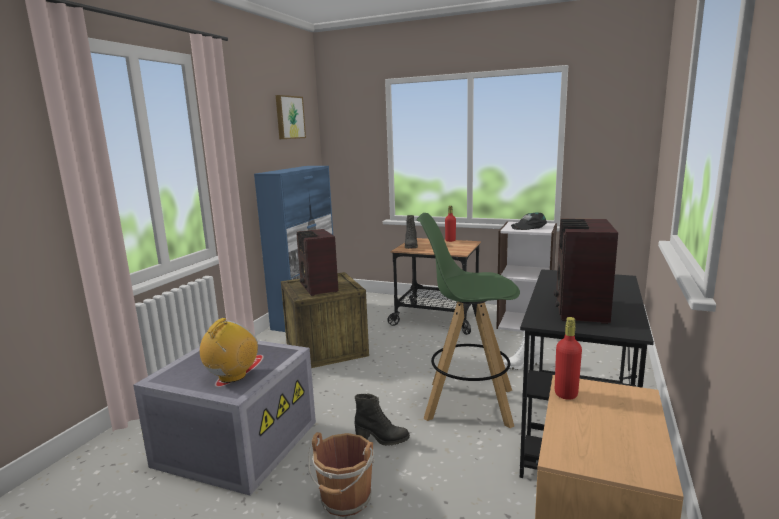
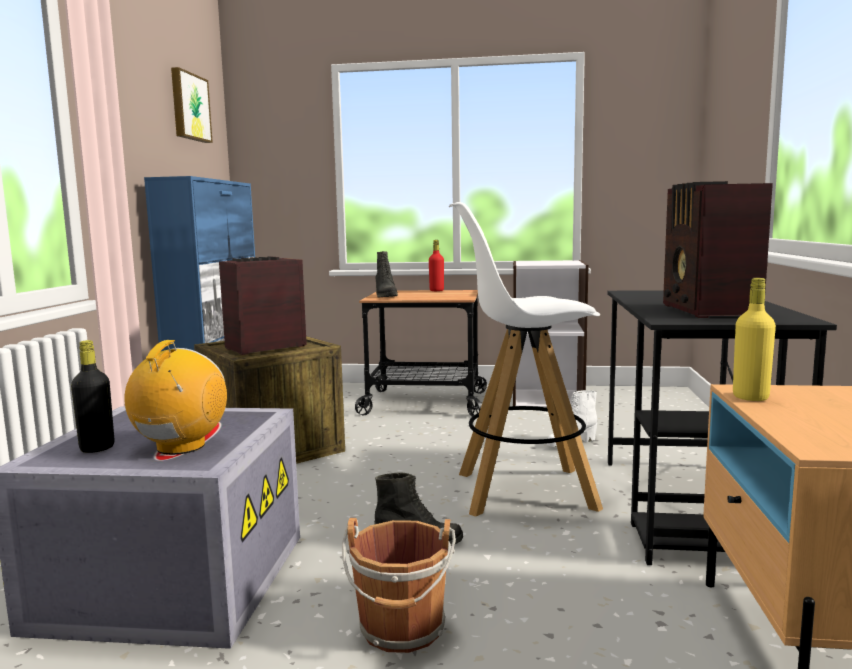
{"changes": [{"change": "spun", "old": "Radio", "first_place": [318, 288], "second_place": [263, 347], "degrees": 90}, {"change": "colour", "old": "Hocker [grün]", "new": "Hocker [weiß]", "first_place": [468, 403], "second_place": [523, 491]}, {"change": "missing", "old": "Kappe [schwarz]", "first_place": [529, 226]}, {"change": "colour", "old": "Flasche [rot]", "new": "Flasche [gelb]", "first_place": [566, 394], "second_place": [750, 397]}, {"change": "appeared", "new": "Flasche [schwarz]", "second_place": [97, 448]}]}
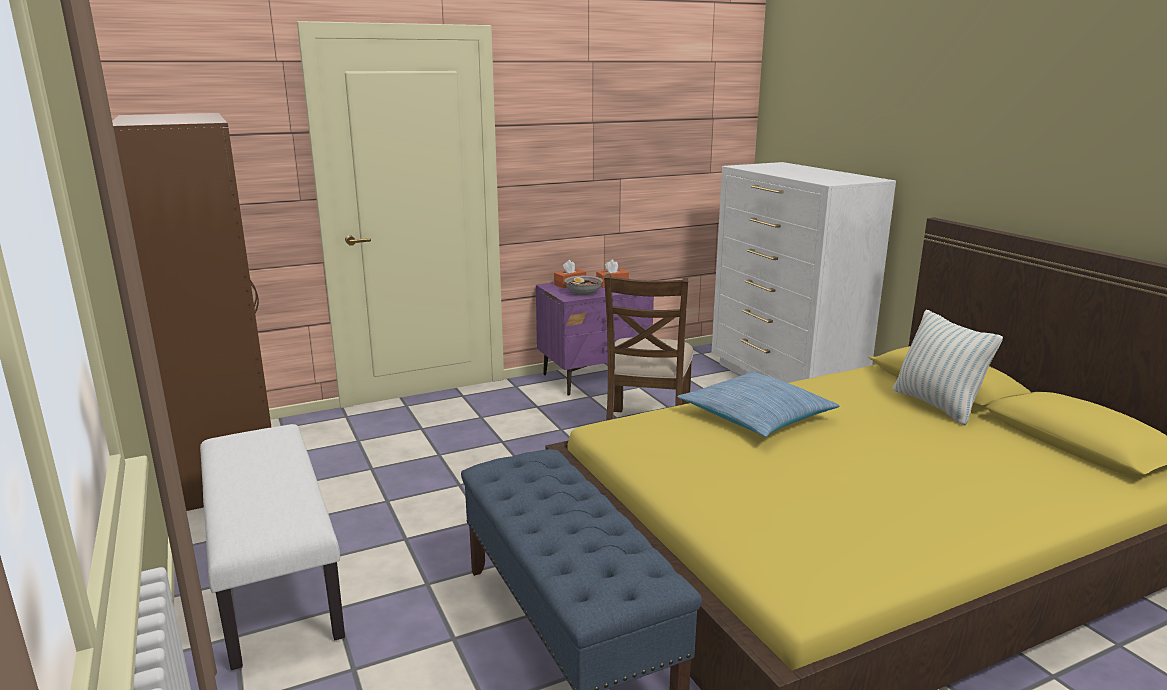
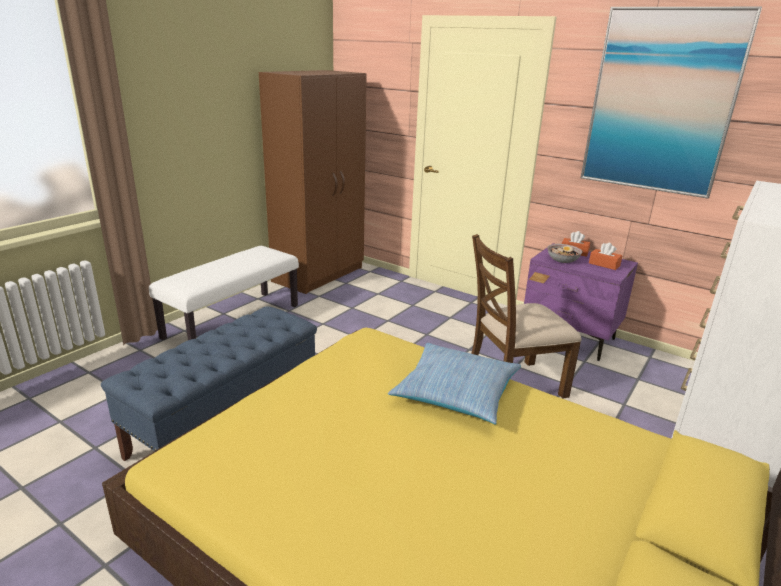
{"changes": [{"change": "missing", "old": "Kissen", "first_place": [936, 405]}, {"change": "appeared", "new": "Bild", "second_place": [661, 102]}]}
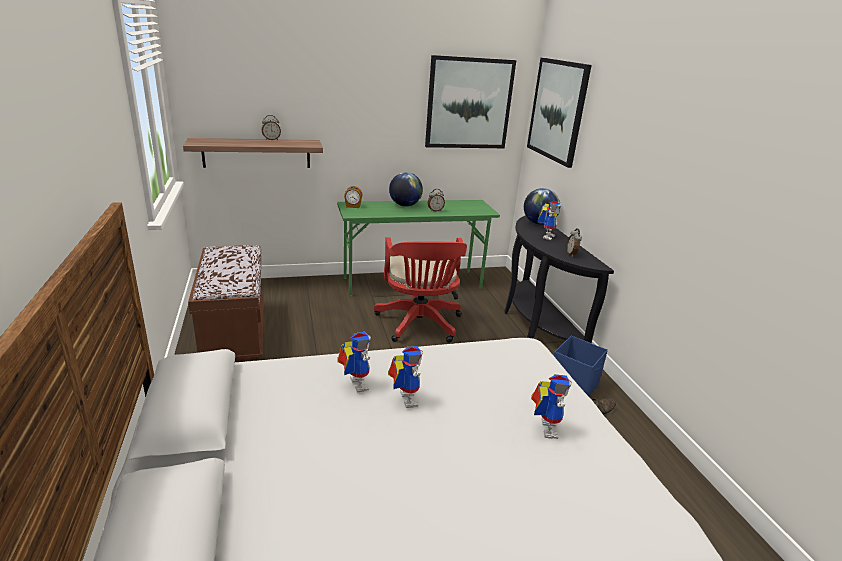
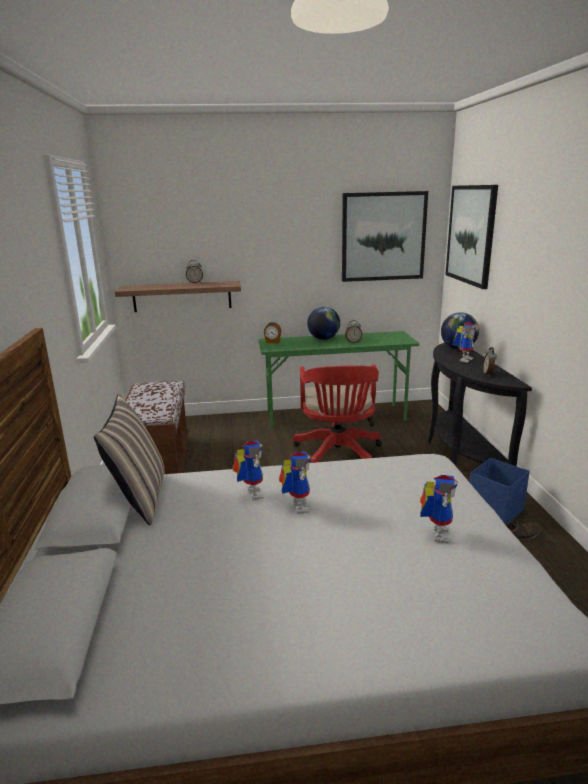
{"changes": [{"change": "appeared", "new": "Kissen", "second_place": [139, 498]}]}
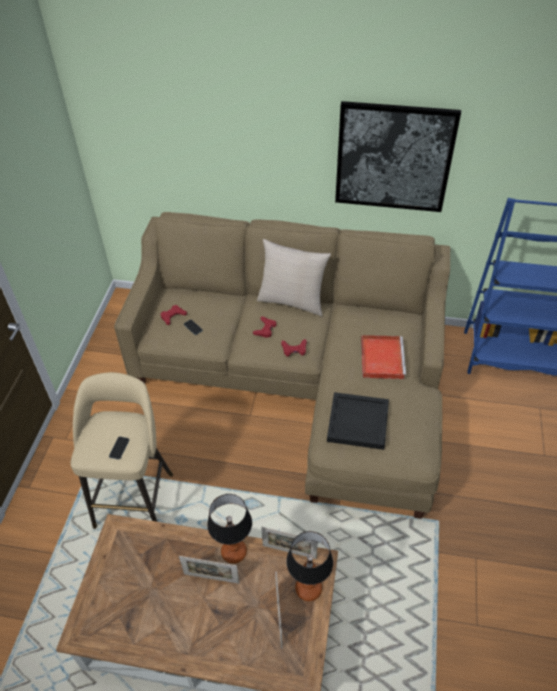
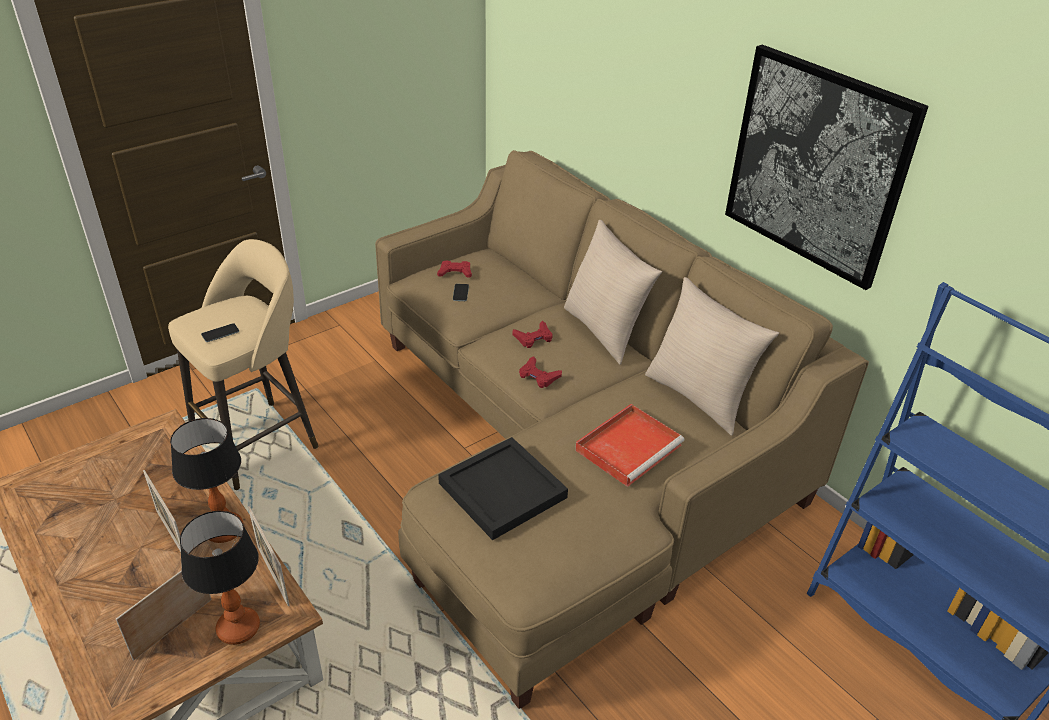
{"changes": [{"change": "appeared", "new": "Kissen [beige]", "second_place": [699, 397]}]}
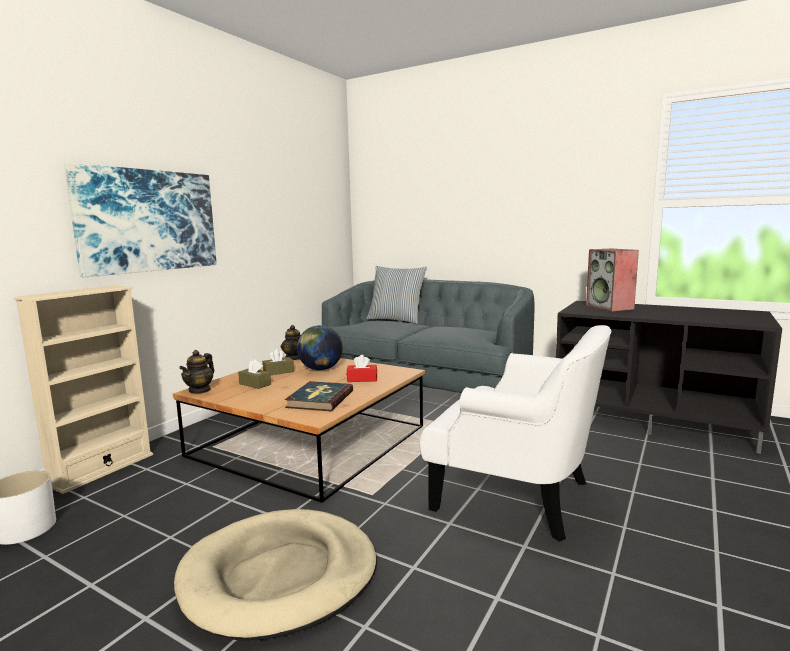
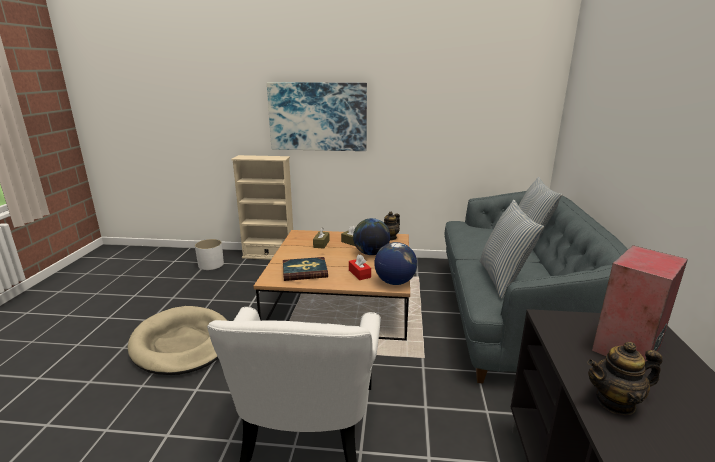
{"changes": [{"change": "relocated", "old": "Teekanne", "first_place": [200, 390], "second_place": [615, 402]}, {"change": "appeared", "new": "Globus", "second_place": [394, 282]}, {"change": "appeared", "new": "Kissen", "second_place": [503, 279]}]}
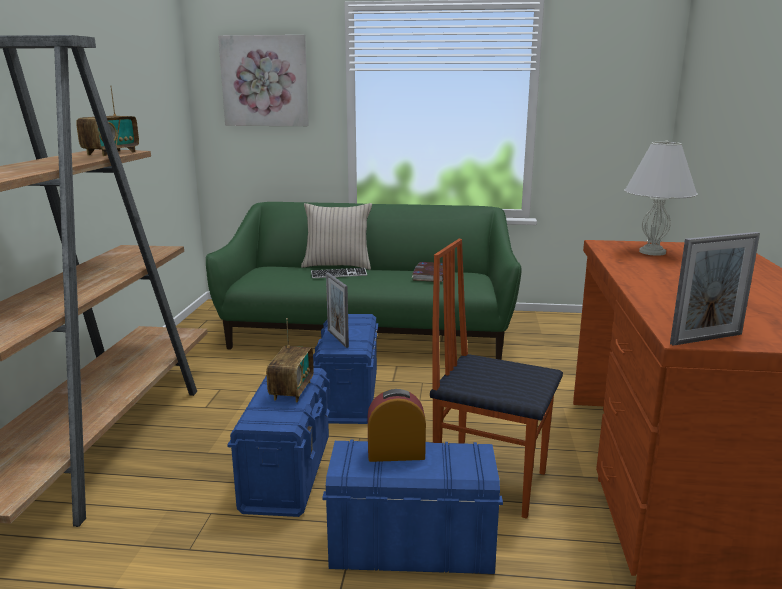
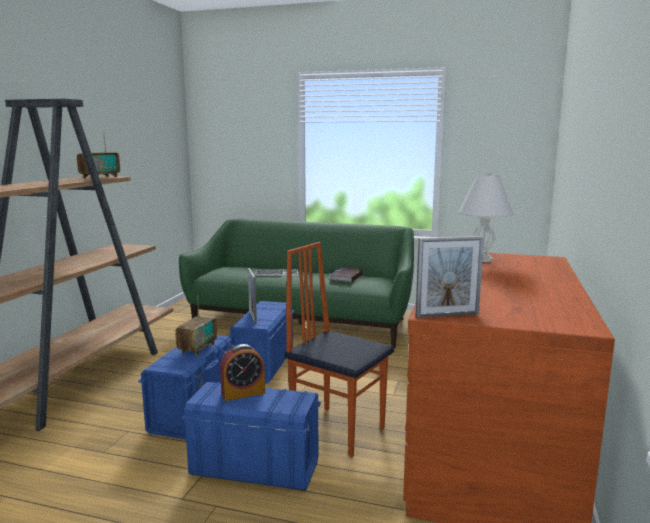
{"changes": [{"change": "missing", "old": "Bild", "first_place": [265, 81]}, {"change": "missing", "old": "Kissen [beige]", "first_place": [337, 266]}, {"change": "spun", "old": "Wecker", "first_place": [396, 454], "second_place": [243, 393], "degrees": 150}]}
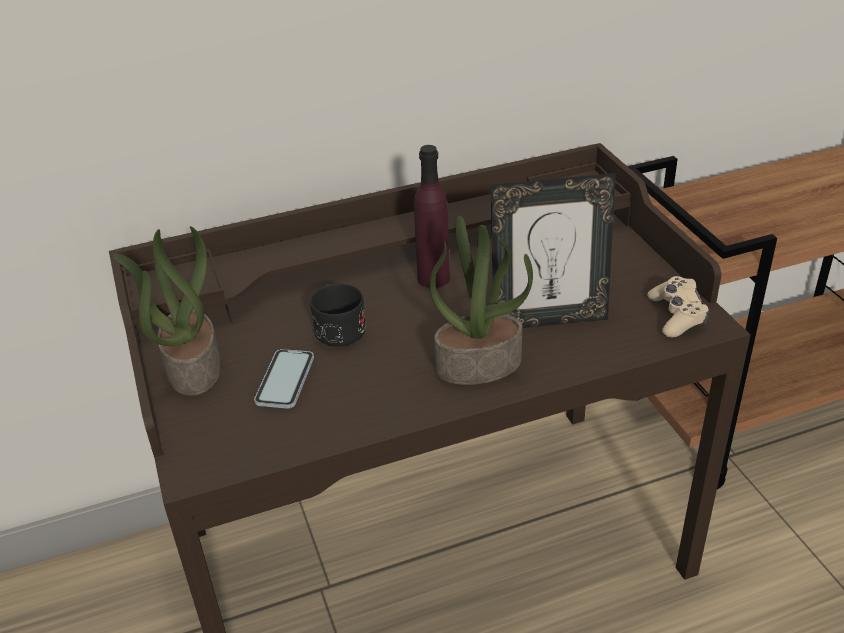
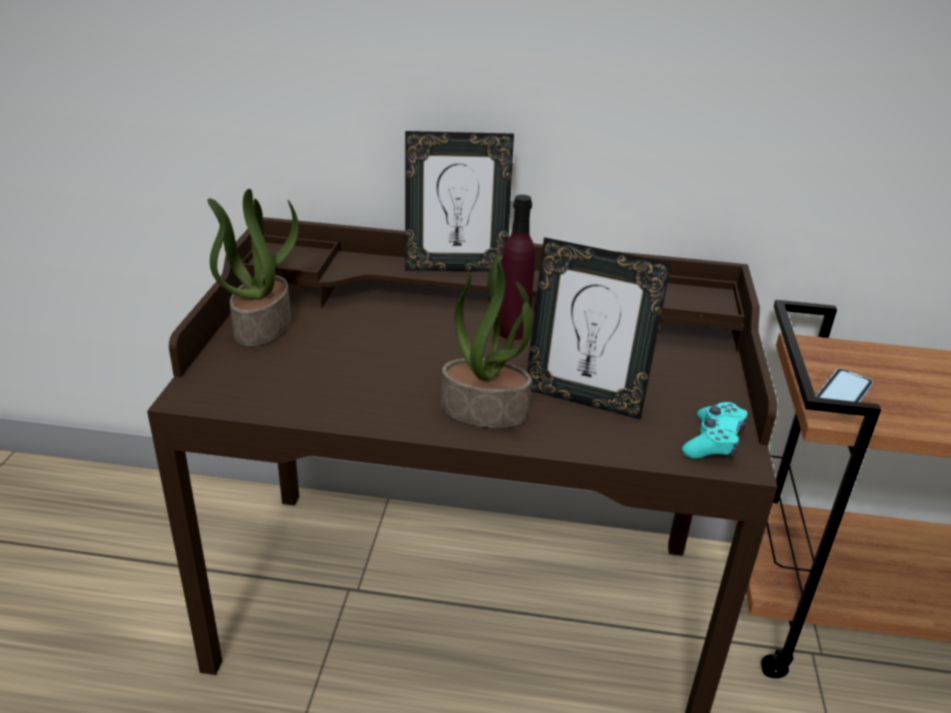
{"changes": [{"change": "relocated", "old": "Handy", "first_place": [285, 380], "second_place": [843, 394]}, {"change": "missing", "old": "Henkelbecher [schwarz]", "first_place": [338, 326]}, {"change": "colour", "old": "Gamepad [beige]", "new": "Gamepad [türkis]", "first_place": [677, 315], "second_place": [713, 441]}, {"change": "appeared", "new": "Bilderrahmen", "second_place": [455, 267]}]}
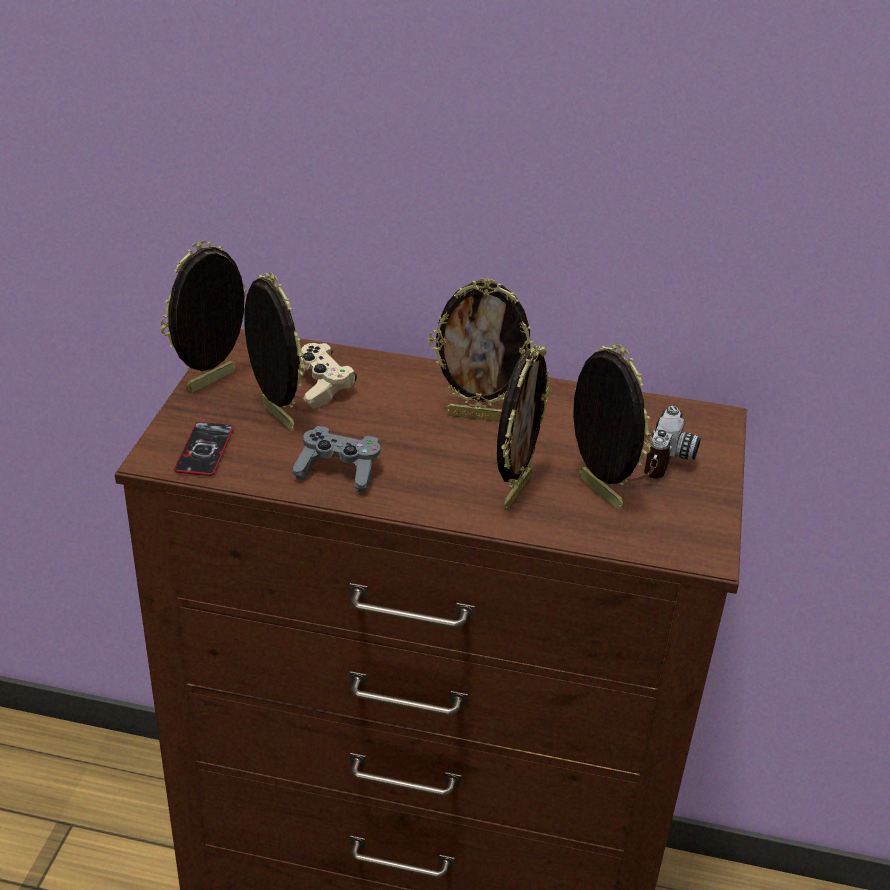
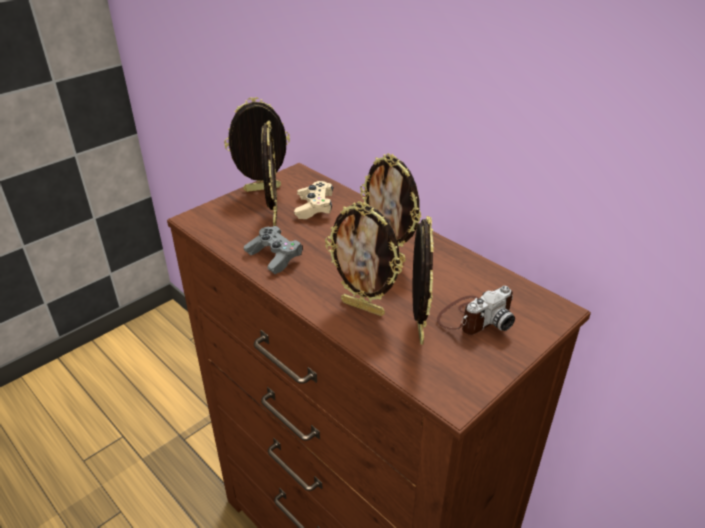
{"changes": [{"change": "missing", "old": "Handy", "first_place": [204, 450]}, {"change": "spun", "old": "Bilderrahmen", "first_place": [515, 492], "second_place": [363, 307], "degrees": 60}]}
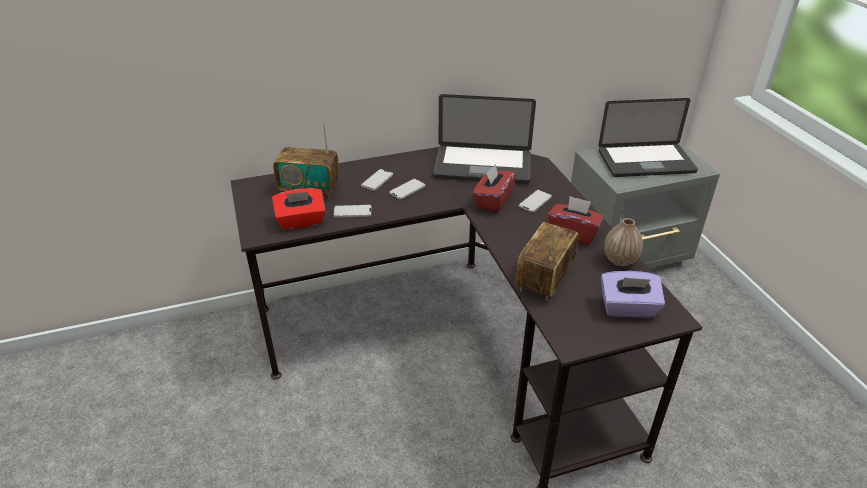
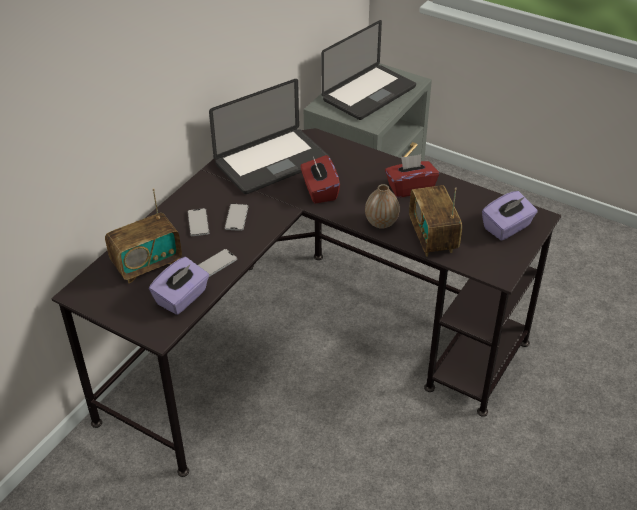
{"changes": [{"change": "colour", "old": "Taschentuchbox [rot]", "new": "Taschentuchbox [lila]", "first_place": [301, 221], "second_place": [182, 298]}, {"change": "missing", "old": "Handy", "first_place": [535, 201]}, {"change": "relocated", "old": "Vase", "first_place": [620, 260], "second_place": [381, 223]}]}
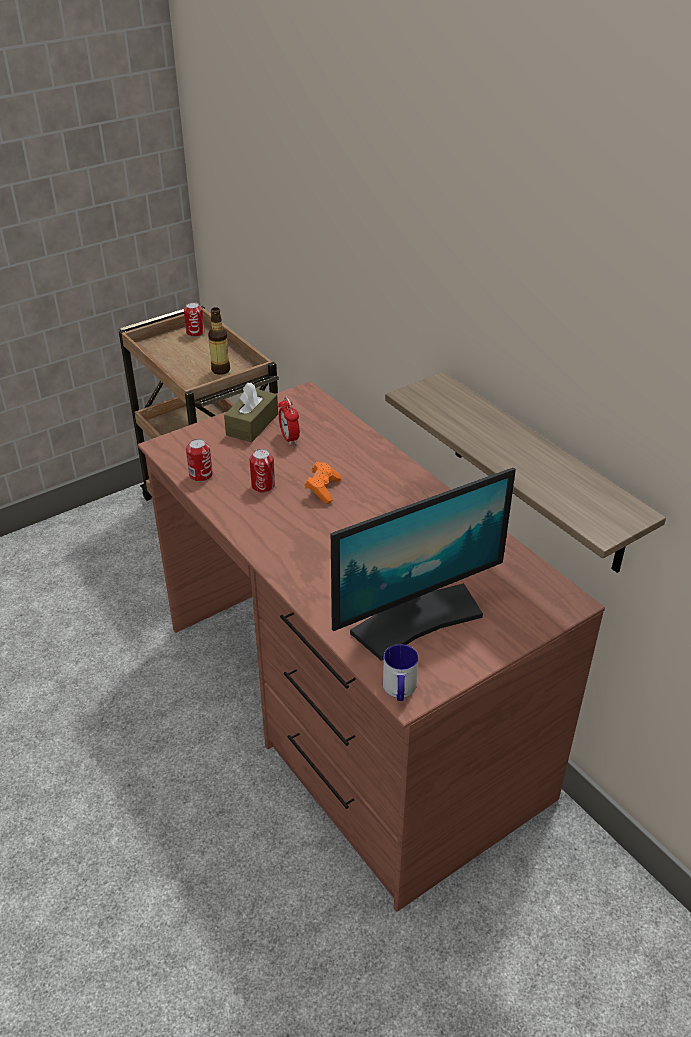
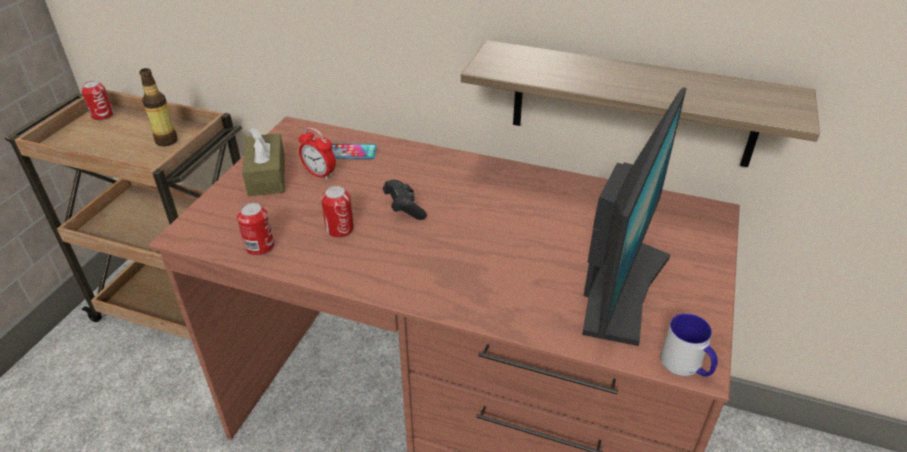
{"changes": [{"change": "colour", "old": "Gamepad [orange]", "new": "Gamepad [schwarz]", "first_place": [323, 489], "second_place": [404, 208]}, {"change": "appeared", "new": "Handy", "second_place": [350, 152]}]}
